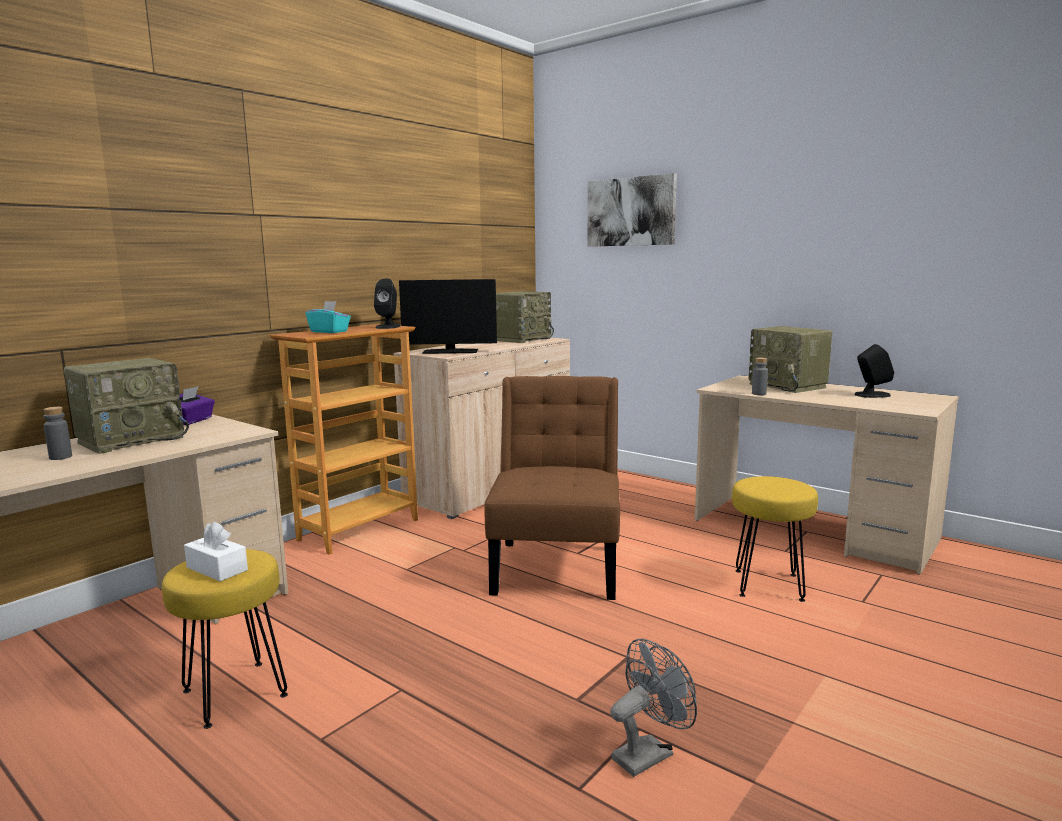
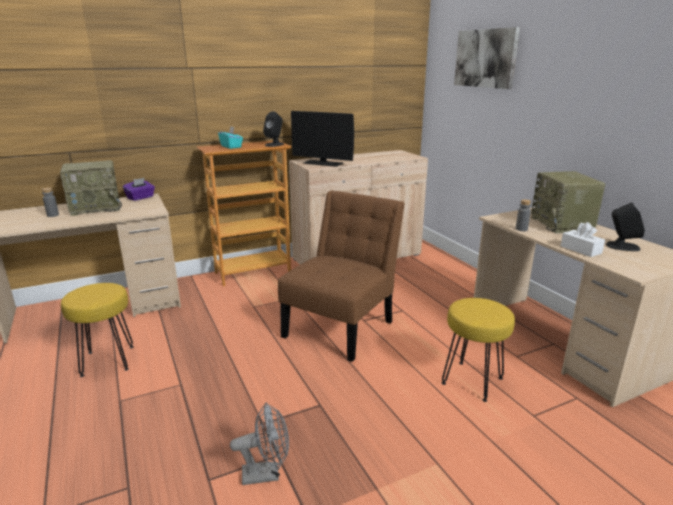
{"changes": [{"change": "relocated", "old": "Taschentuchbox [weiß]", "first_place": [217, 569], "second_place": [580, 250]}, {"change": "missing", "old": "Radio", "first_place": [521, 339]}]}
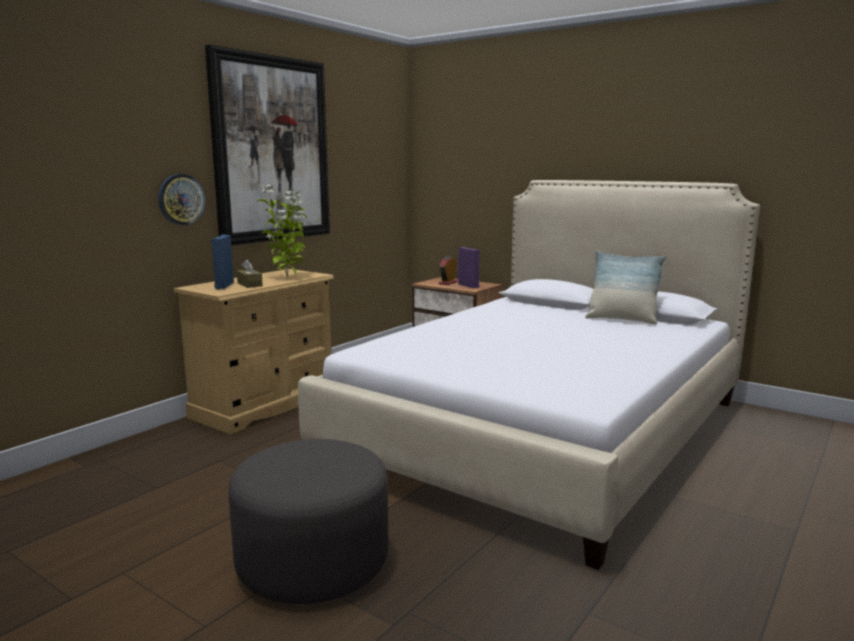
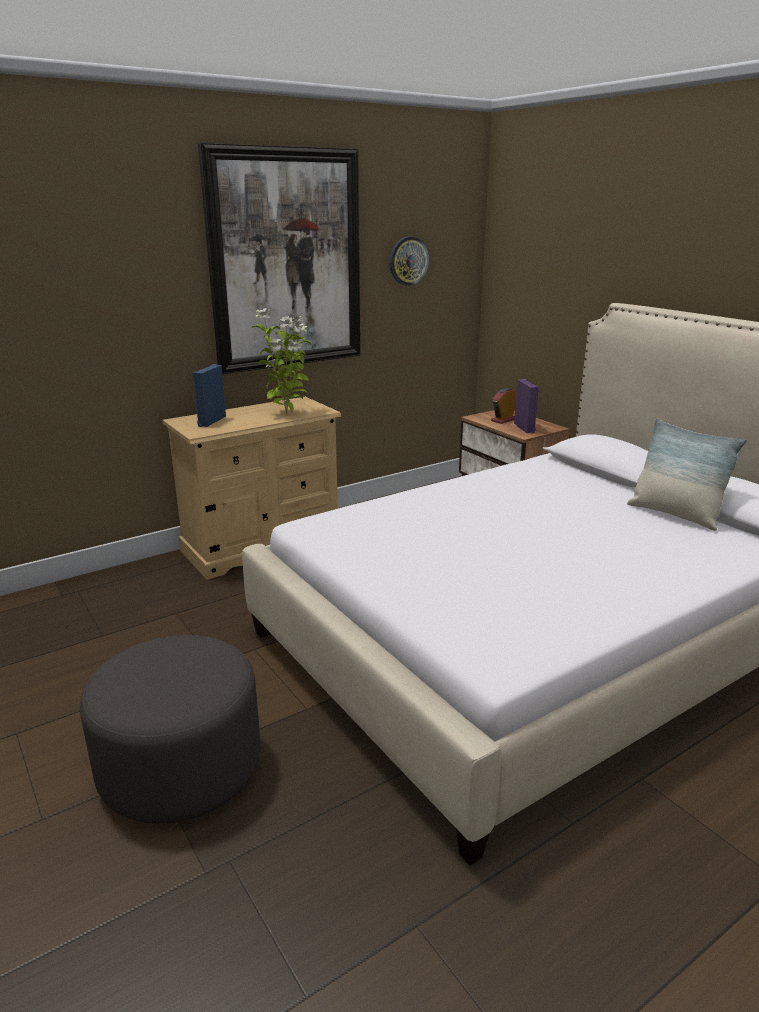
{"changes": [{"change": "relocated", "old": "Wanduhr", "first_place": [181, 199], "second_place": [408, 261]}, {"change": "missing", "old": "Taschentuchbox [braun]", "first_place": [249, 284]}]}
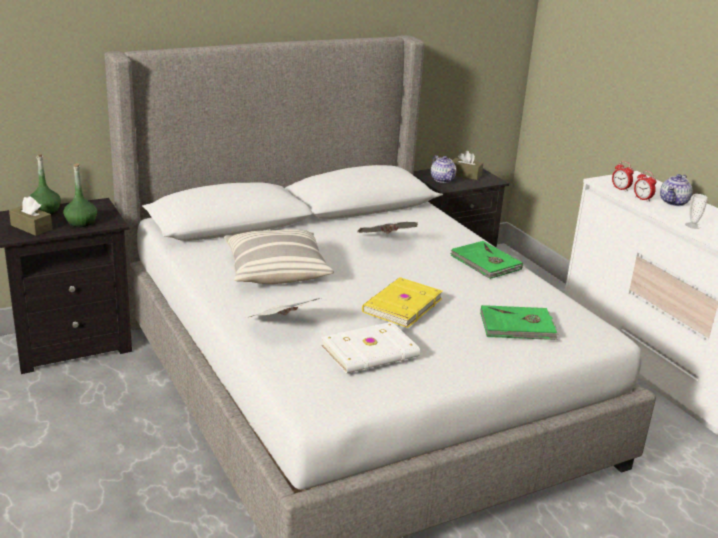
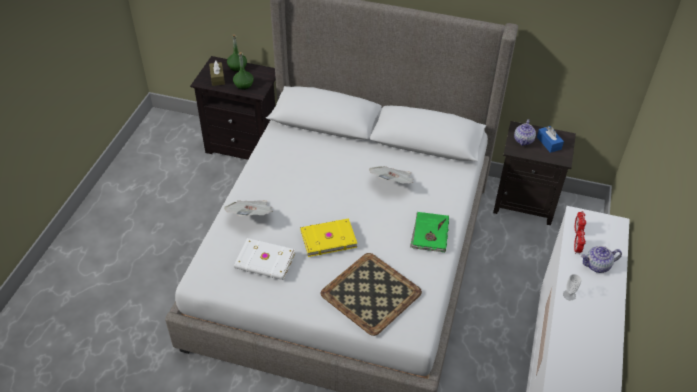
{"changes": [{"change": "missing", "old": "Kissen", "first_place": [276, 271]}, {"change": "colour", "old": "Taschentuchbox [braun]", "new": "Taschentuchbox [blau]", "first_place": [465, 174], "second_place": [549, 143]}, {"change": "exchanged", "old": "Buch [grün]", "new": "Tablett", "first_place": [518, 327], "second_place": [371, 294]}]}
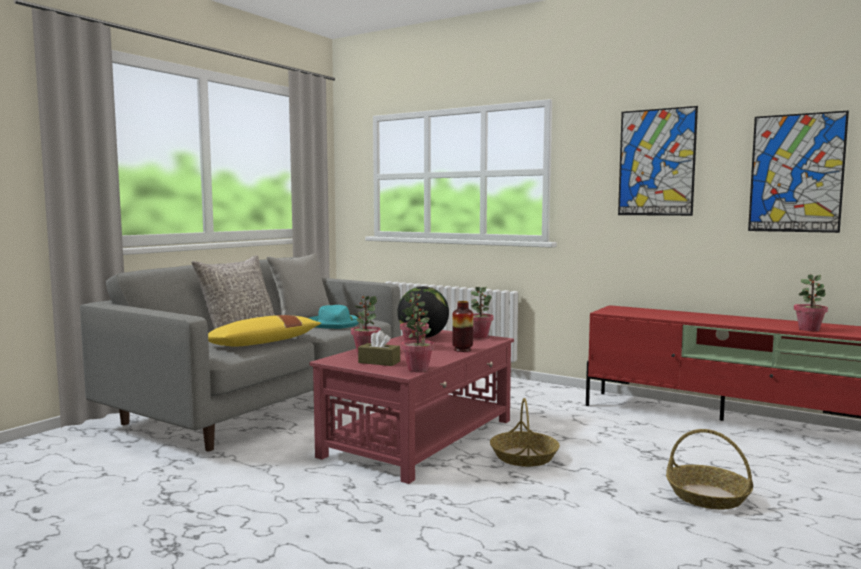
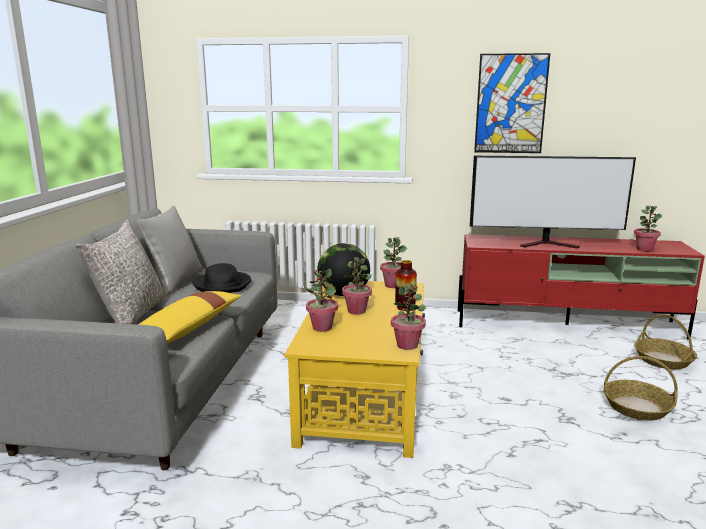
{"changes": [{"change": "colour", "old": "Hut [türkis]", "new": "Hut [schwarz]", "first_place": [335, 324], "second_place": [223, 285]}, {"change": "colour", "old": "Couchtisch [rot]", "new": "Couchtisch [gelb]", "first_place": [421, 437], "second_place": [365, 395]}, {"change": "missing", "old": "Taschentuchbox [braun]", "first_place": [379, 362]}, {"change": "relocated", "old": "Korb", "first_place": [524, 457], "second_place": [663, 360]}, {"change": "missing", "old": "Bild", "first_place": [796, 173]}, {"change": "appeared", "new": "Fernseher", "second_place": [549, 244]}]}
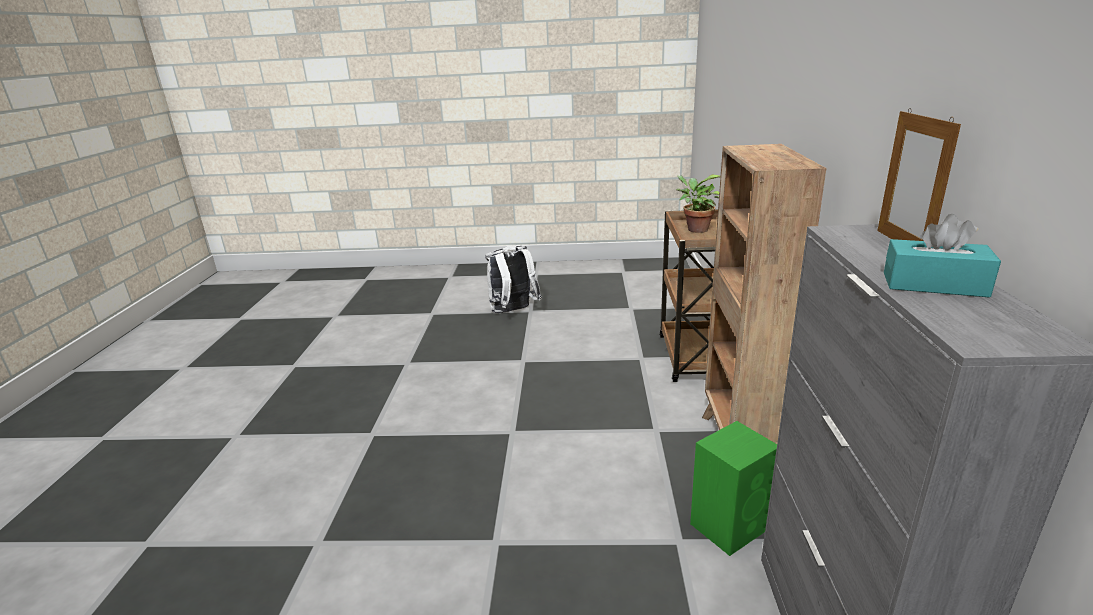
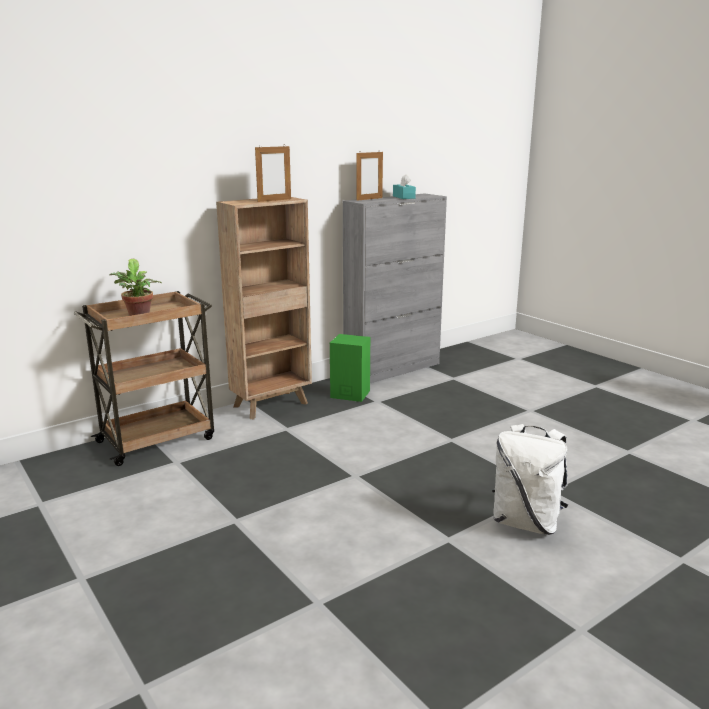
{"changes": [{"change": "relocated", "old": "Rucksack [weiß]", "first_place": [513, 312], "second_place": [526, 522]}, {"change": "appeared", "new": "Bilderrahmen", "second_place": [274, 200]}]}
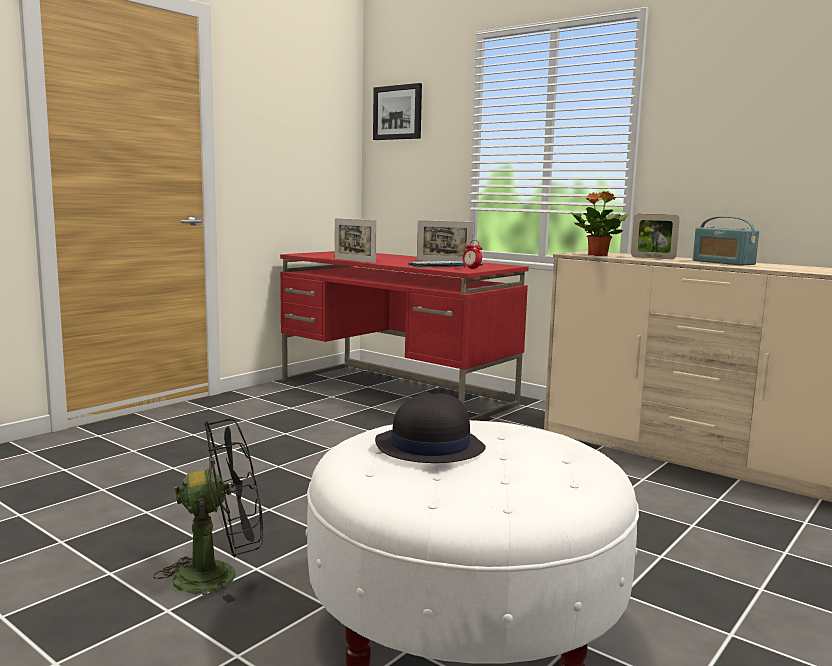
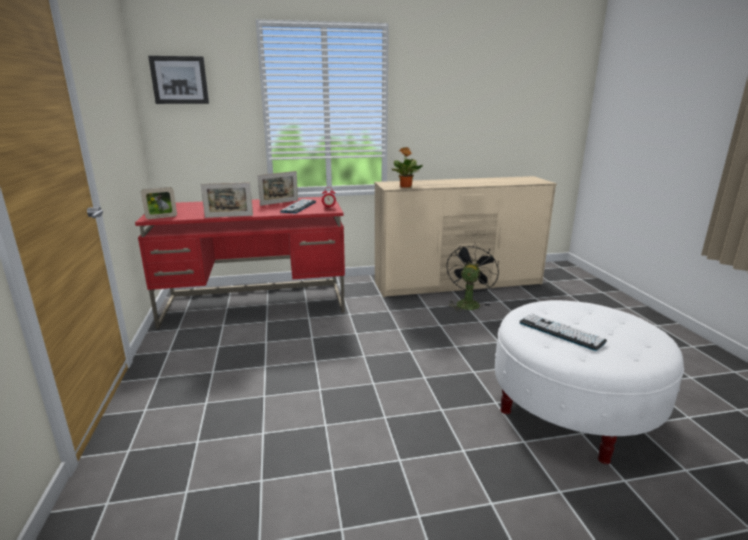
{"changes": [{"change": "relocated", "old": "Ventilator [schwarz]", "first_place": [219, 575], "second_place": [468, 303]}, {"change": "exchanged", "old": "Hut [schwarz]", "new": "Tastatur", "first_place": [429, 446], "second_place": [561, 332]}, {"change": "relocated", "old": "Bilderrahmen", "first_place": [653, 258], "second_place": [161, 217]}, {"change": "missing", "old": "Radio", "first_place": [723, 262]}]}
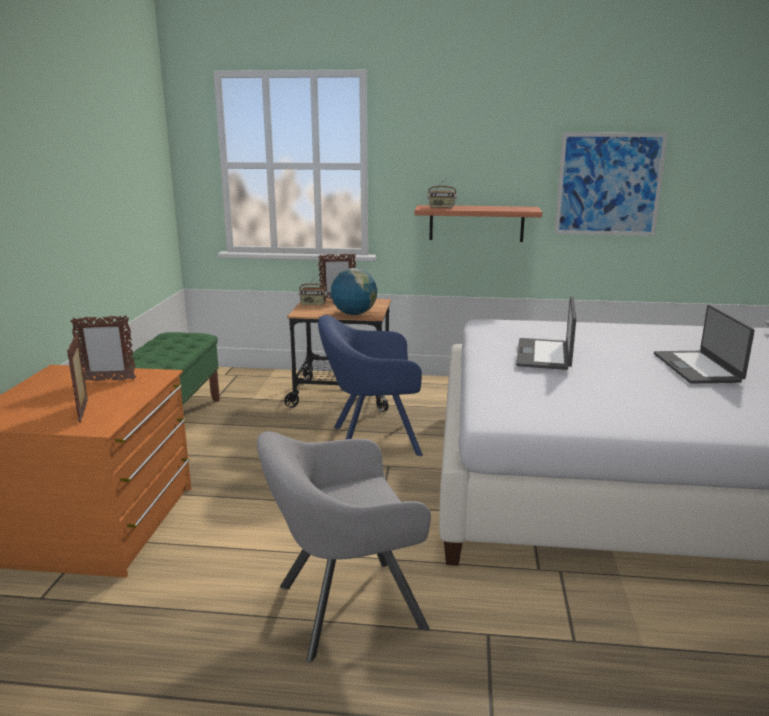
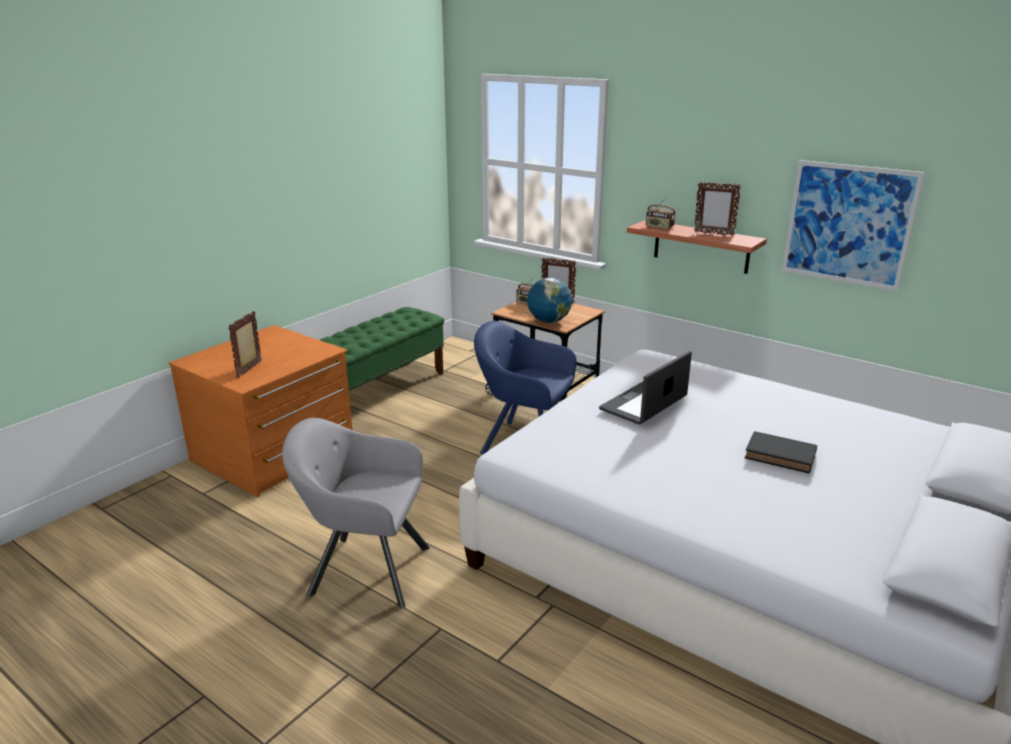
{"changes": [{"change": "relocated", "old": "Bilderrahmen", "first_place": [108, 380], "second_place": [713, 234]}, {"change": "exchanged", "old": "Laptop", "new": "Buch [schwarz]", "first_place": [698, 367], "second_place": [782, 456]}]}
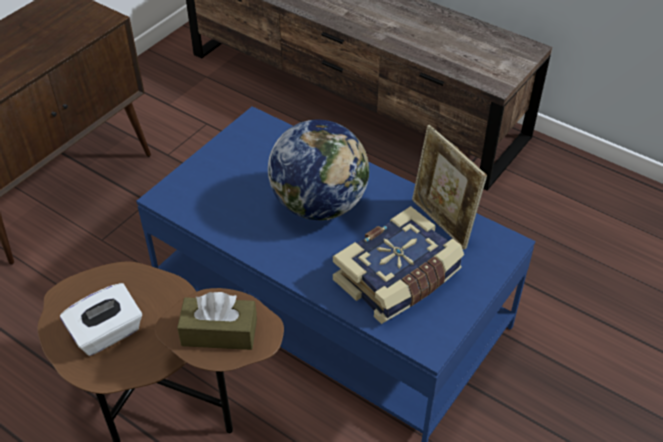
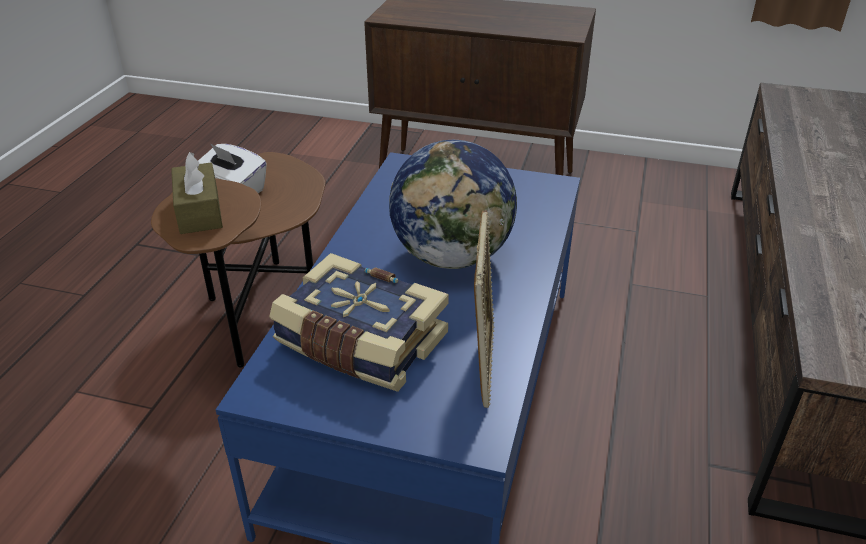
{"changes": [{"change": "spun", "old": "Bilderrahmen", "first_place": [442, 223], "second_place": [483, 363], "degrees": 150}]}
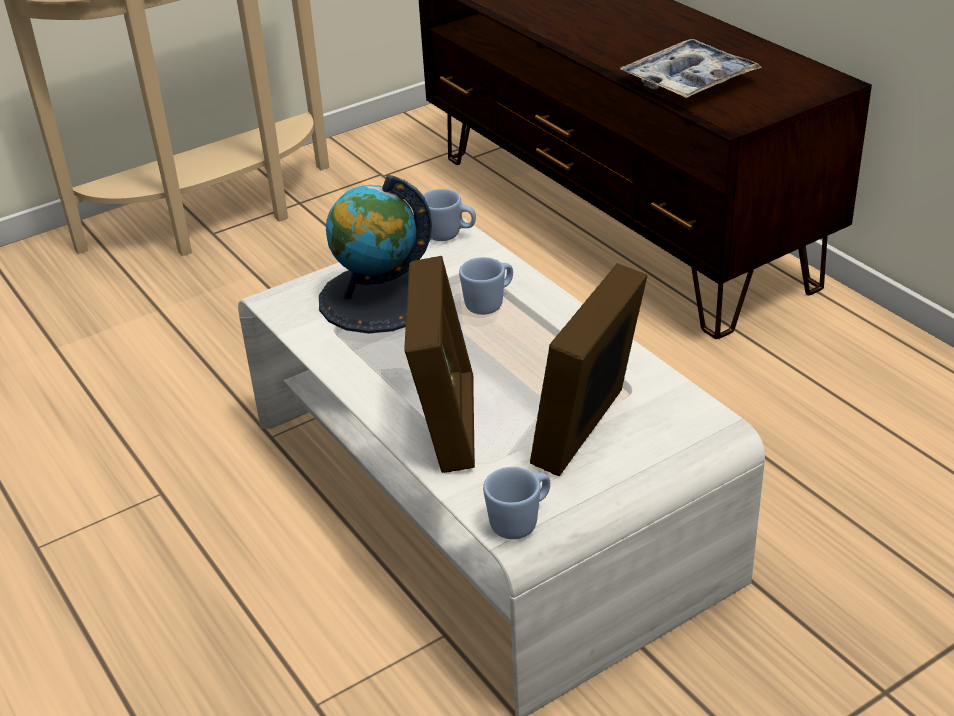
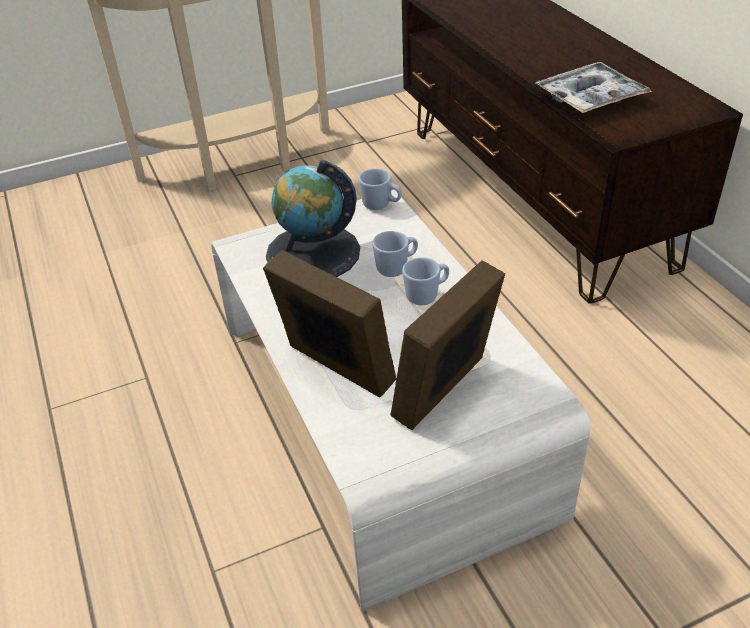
{"changes": [{"change": "spun", "old": "Bilderrahmen", "first_place": [446, 424], "second_place": [335, 369], "degrees": -60}, {"change": "relocated", "old": "Henkelbecher [blau]", "first_place": [520, 522], "second_place": [427, 295]}]}
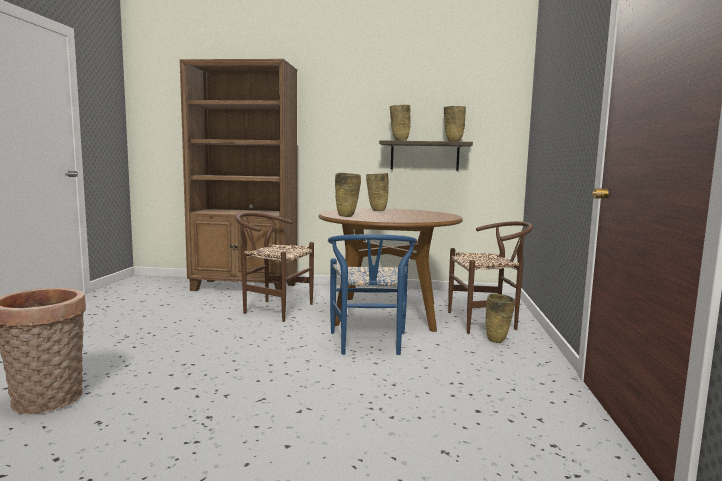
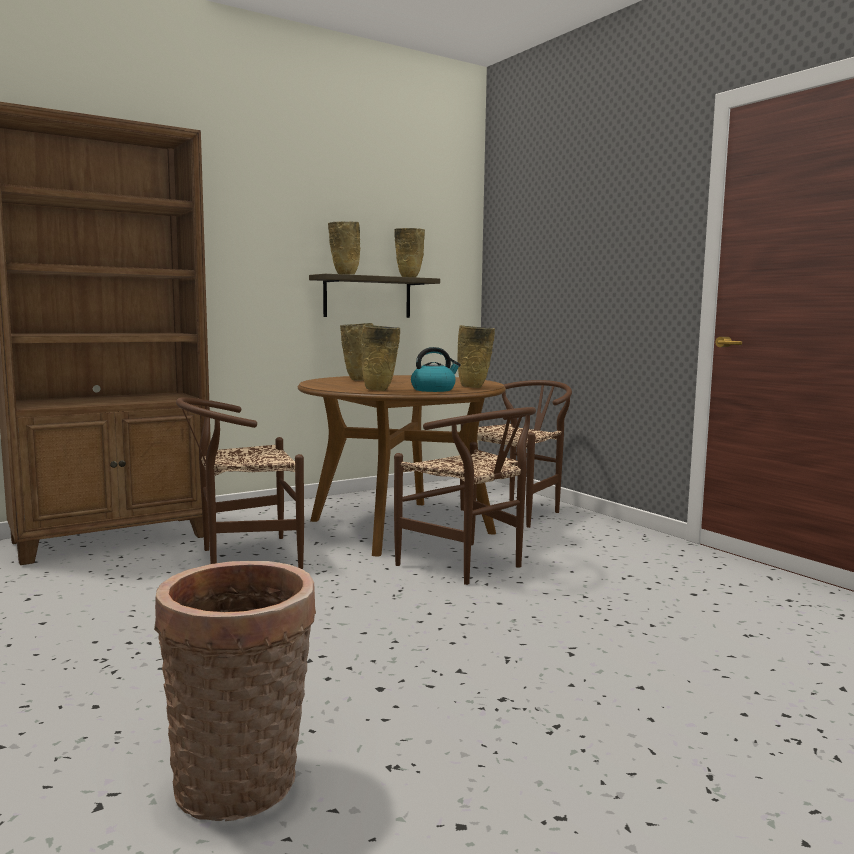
{"changes": [{"change": "colour", "old": "Stuhl [blau]", "new": "Stuhl [braun]", "first_place": [369, 345], "second_place": [469, 566]}, {"change": "relocated", "old": "Vase [beige]", "first_place": [497, 341], "second_place": [474, 387]}, {"change": "appeared", "new": "Wasserkessel", "second_place": [434, 390]}]}
